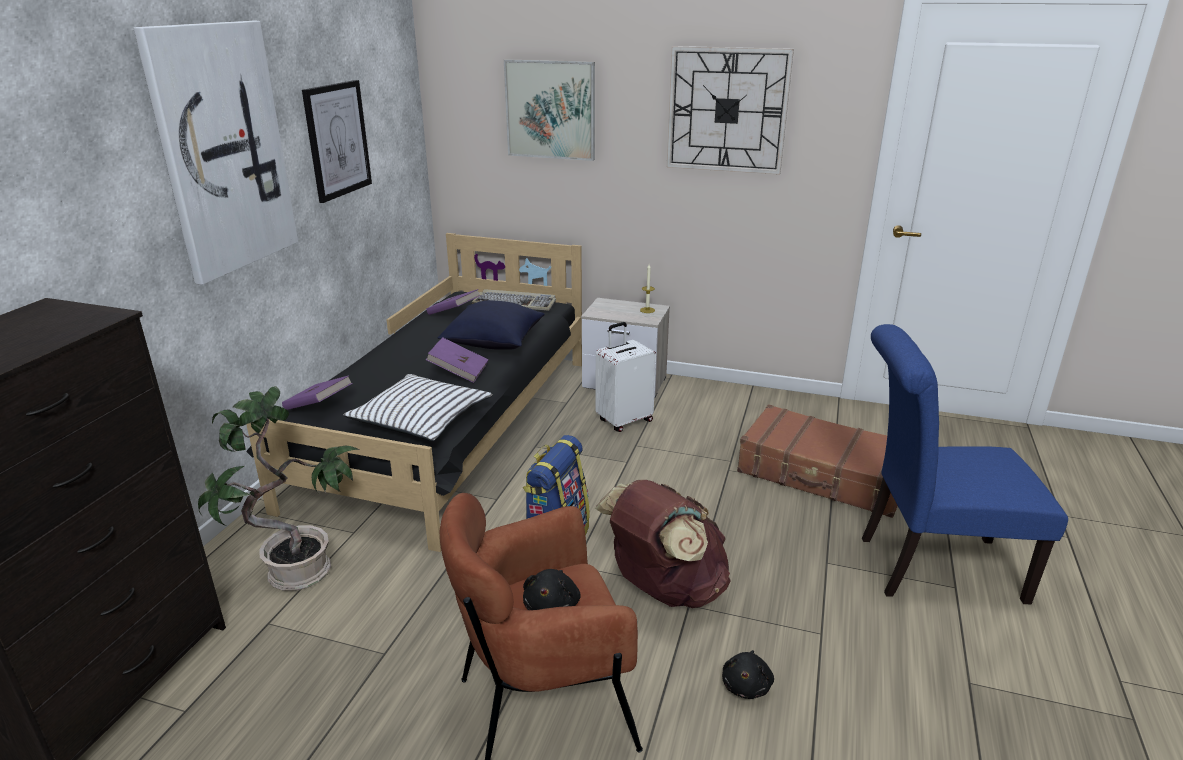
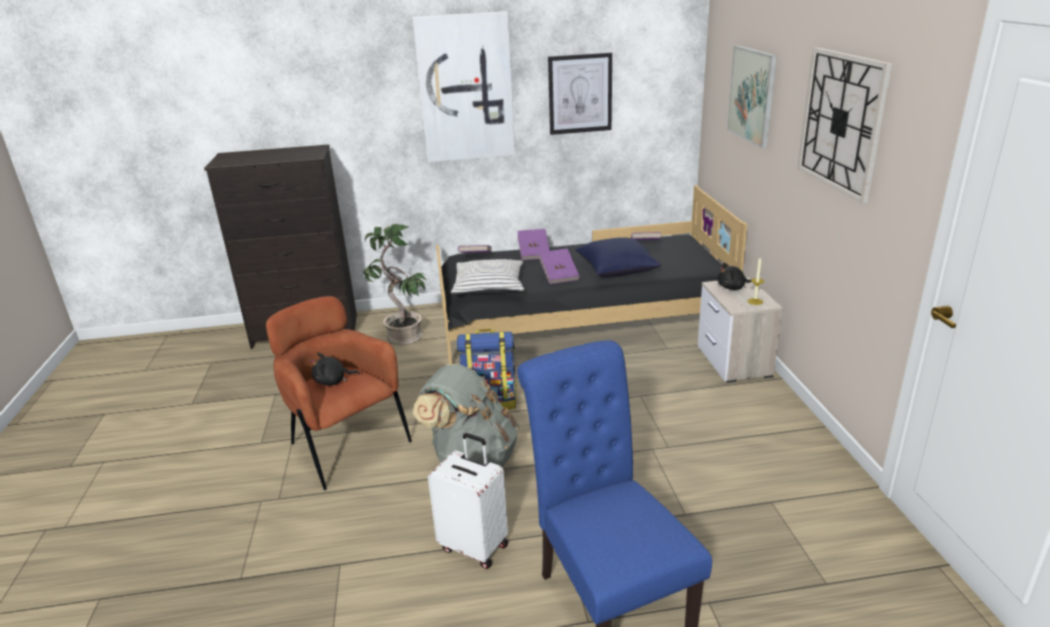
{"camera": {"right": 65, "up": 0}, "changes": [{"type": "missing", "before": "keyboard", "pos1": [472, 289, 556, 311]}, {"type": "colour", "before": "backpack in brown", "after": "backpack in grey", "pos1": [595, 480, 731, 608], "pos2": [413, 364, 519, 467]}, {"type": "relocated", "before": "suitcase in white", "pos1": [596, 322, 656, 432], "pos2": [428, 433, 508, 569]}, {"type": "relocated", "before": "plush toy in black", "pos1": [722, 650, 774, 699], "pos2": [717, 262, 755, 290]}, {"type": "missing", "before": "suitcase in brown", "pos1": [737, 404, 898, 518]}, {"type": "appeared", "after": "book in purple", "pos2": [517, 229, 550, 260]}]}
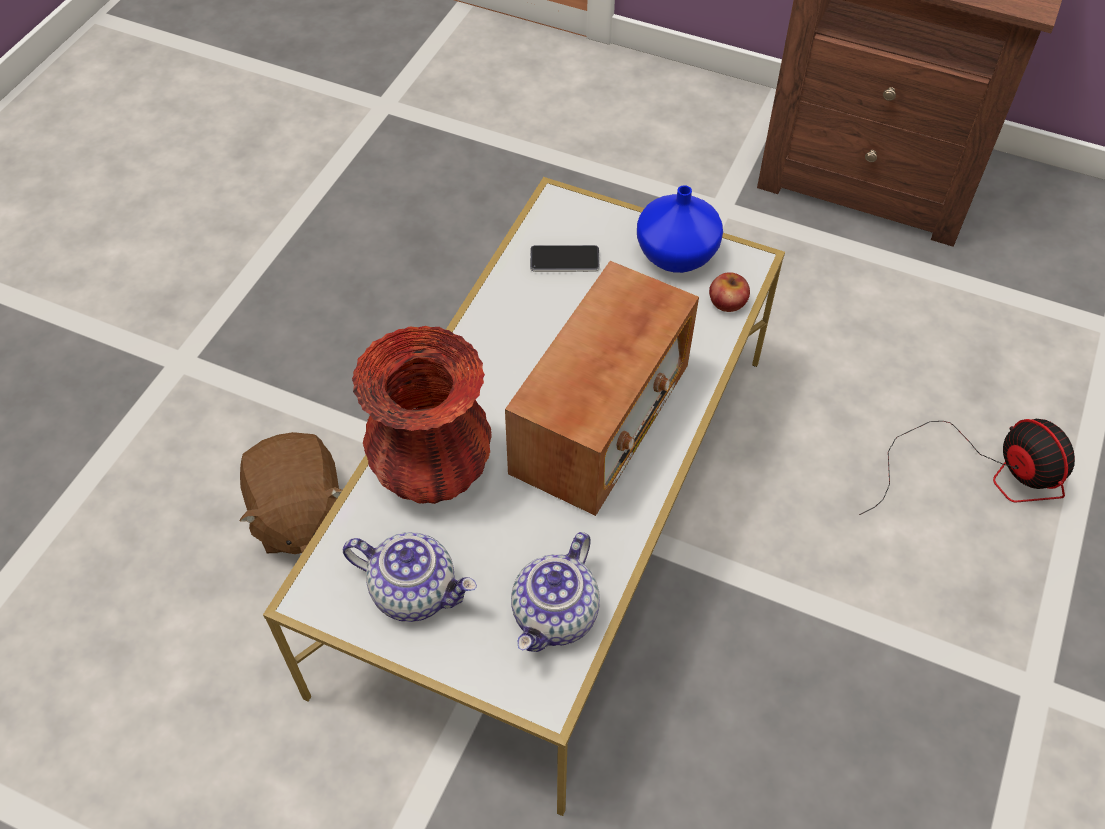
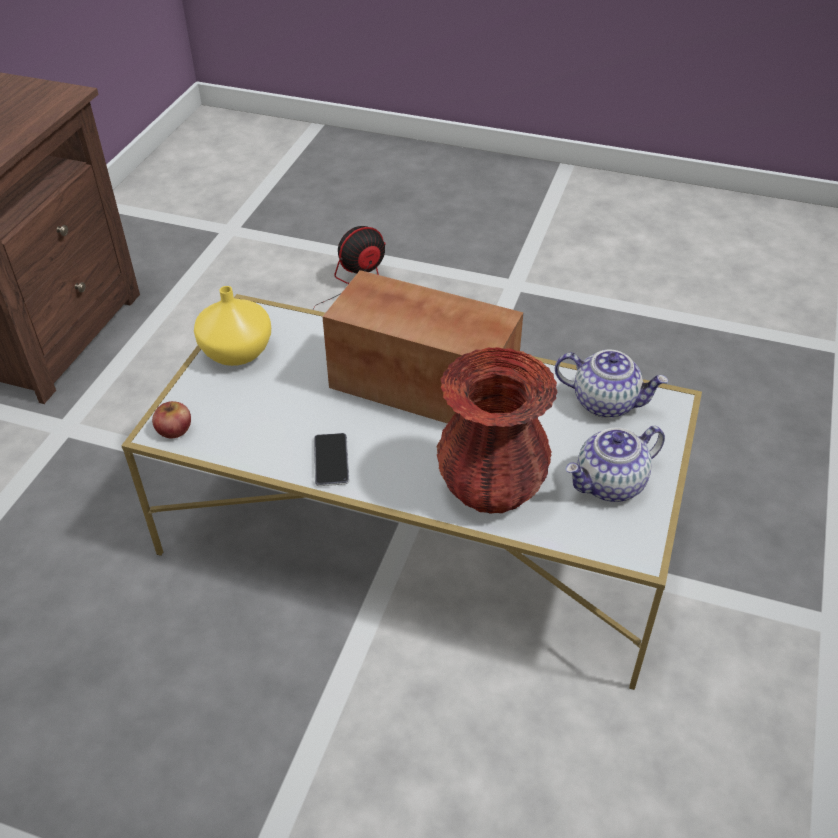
{"camera": {"right": -95, "up": -10}, "changes": [{"type": "missing", "before": "plush toy in brown", "pos1": [239, 432, 342, 554]}, {"type": "spun", "before": "teapot", "pos1": [343, 532, 477, 622], "pos2": [565, 426, 665, 502], "turn": -135}, {"type": "relocated", "before": "phone", "pos1": [530, 245, 600, 272], "pos2": [314, 433, 349, 486]}, {"type": "colour", "before": "vase in blue", "after": "vase in yellow", "pos1": [637, 185, 723, 273], "pos2": [194, 286, 271, 366]}, {"type": "relocated", "before": "apple", "pos1": [709, 272, 750, 312], "pos2": [152, 401, 191, 438]}]}
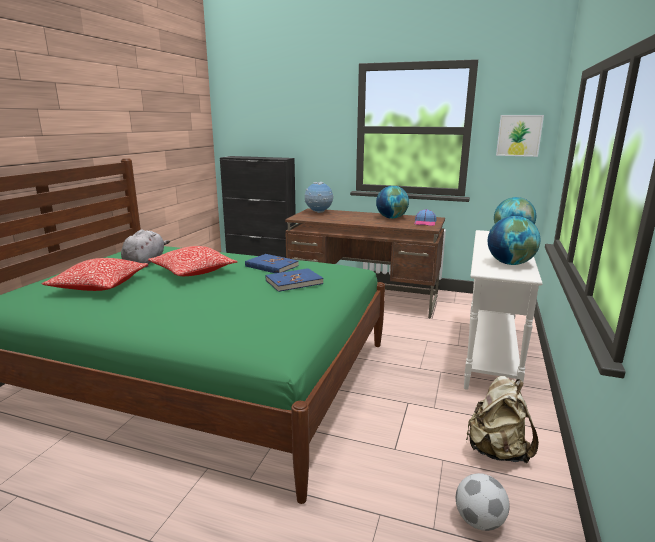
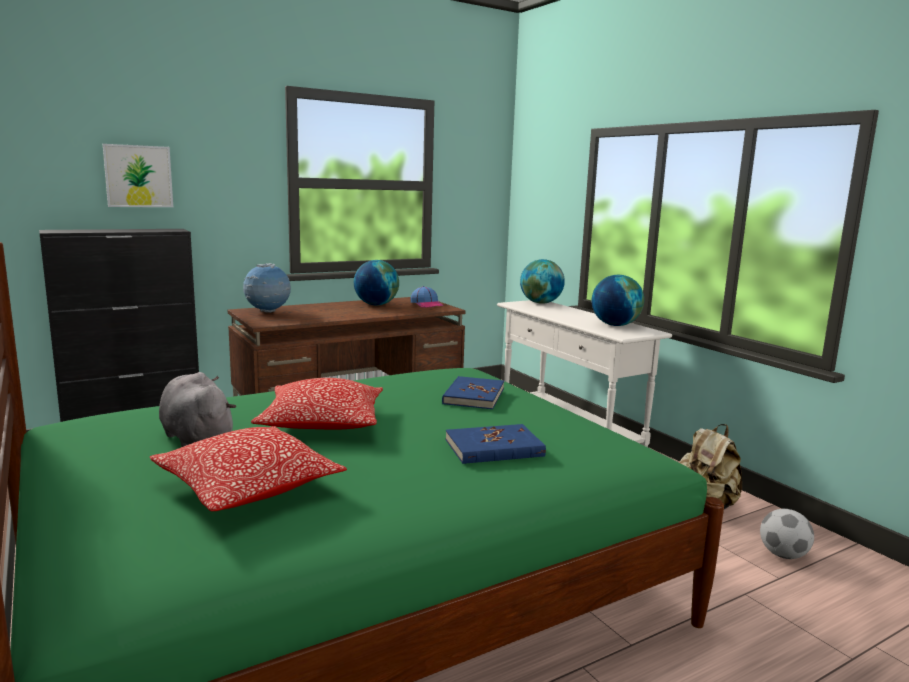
{"camera": {"right": -50, "up": -5}, "changes": [{"type": "relocated", "before": "book in blue", "pos1": [245, 254, 299, 273], "pos2": [446, 424, 546, 464]}, {"type": "relocated", "before": "picture", "pos1": [496, 115, 544, 157], "pos2": [103, 144, 173, 207]}]}
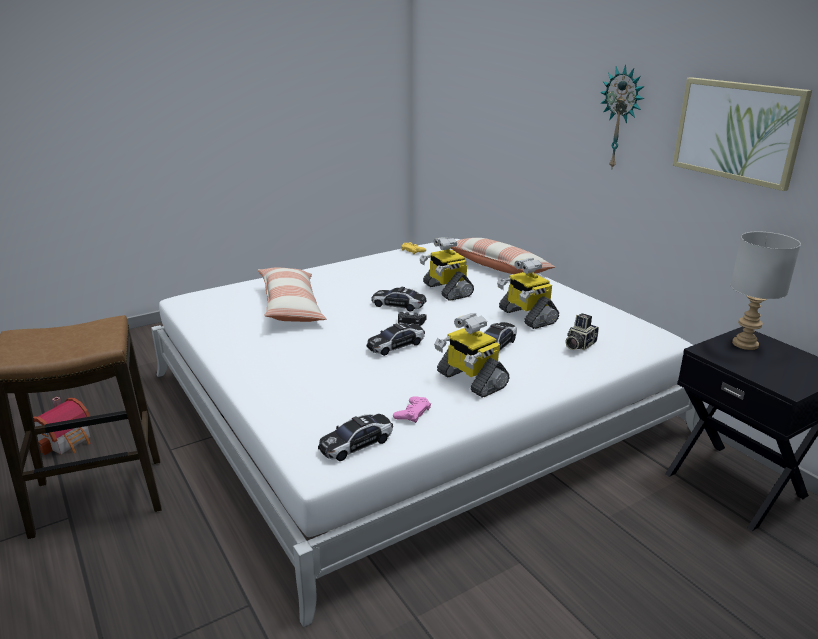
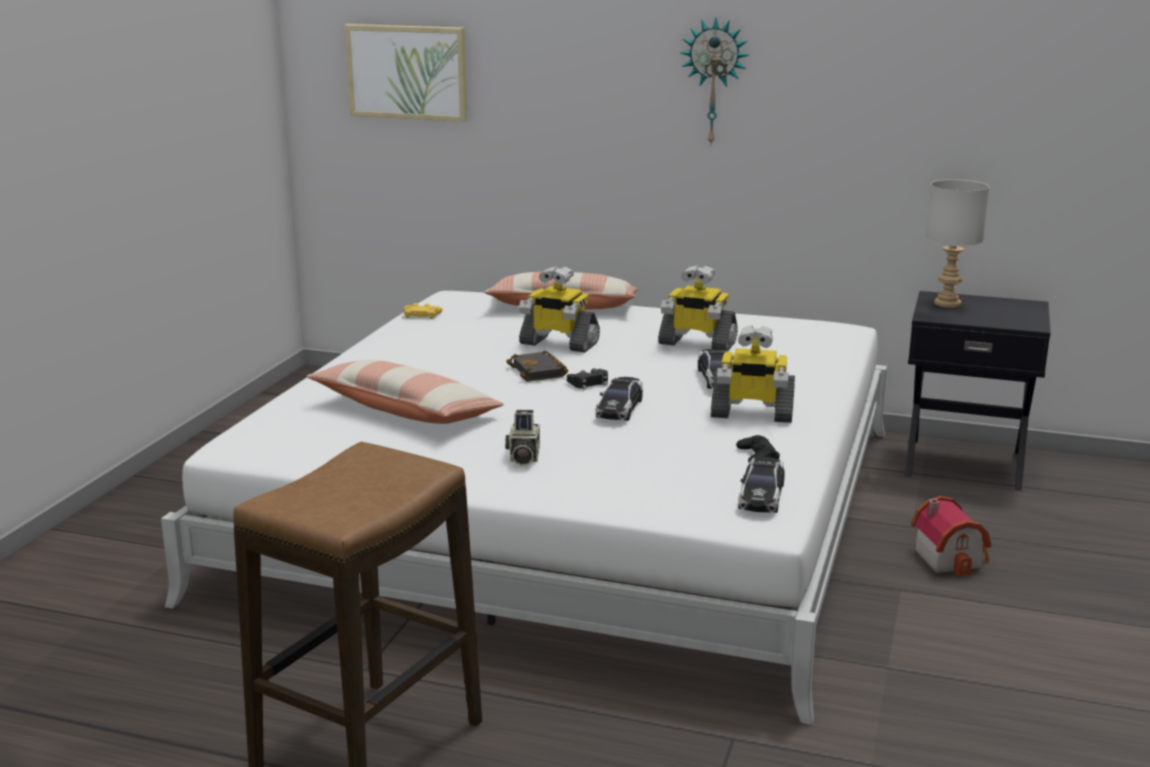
{"camera": {"right": -40, "up": -5}, "changes": [{"type": "relocated", "before": "toy house", "pos1": [33, 397, 91, 455], "pos2": [911, 496, 991, 577]}, {"type": "exchanged", "before": "toy car", "after": "book in black", "pos1": [371, 286, 427, 312], "pos2": [506, 350, 568, 382]}, {"type": "colour", "before": "game controller in pink", "after": "game controller in black", "pos1": [393, 396, 431, 423], "pos2": [736, 435, 780, 462]}, {"type": "relocated", "before": "photo camera", "pos1": [565, 313, 599, 350], "pos2": [505, 410, 540, 466]}, {"type": "relocated", "before": "picture", "pos1": [672, 77, 812, 191], "pos2": [345, 24, 467, 122]}]}
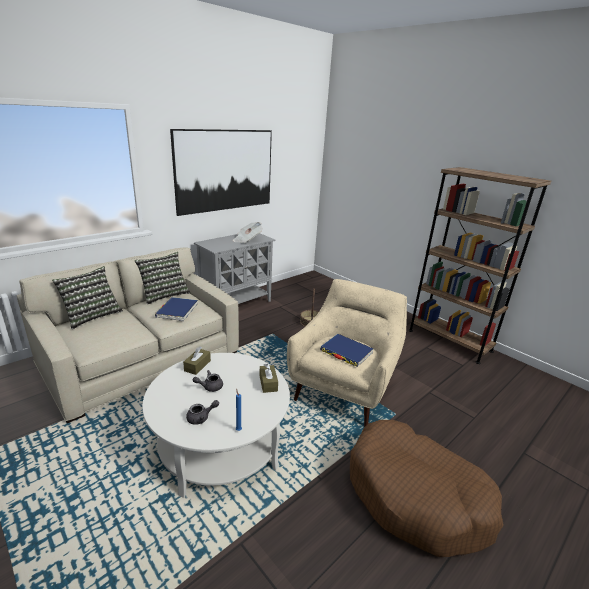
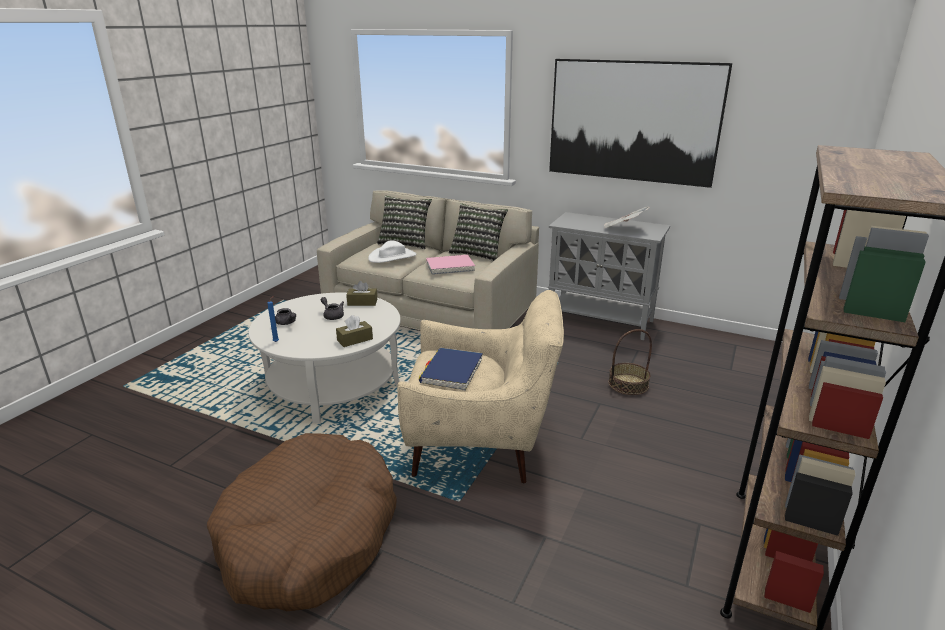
{"camera": {"right": 70, "up": 0}, "changes": [{"type": "colour", "before": "book in blue", "after": "book in pink", "pos1": [155, 297, 198, 321], "pos2": [426, 255, 475, 275]}, {"type": "appeared", "after": "hat in white", "pos2": [368, 240, 417, 263]}]}
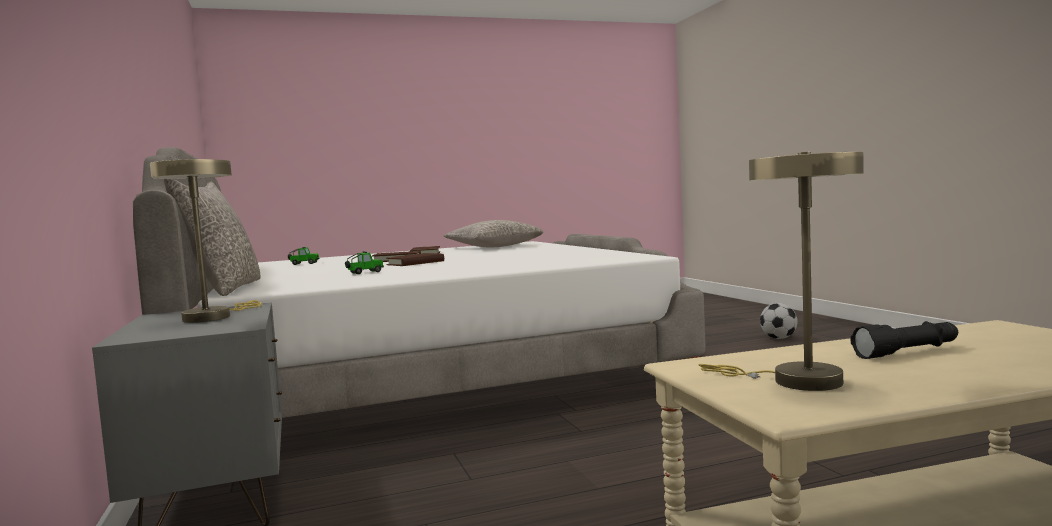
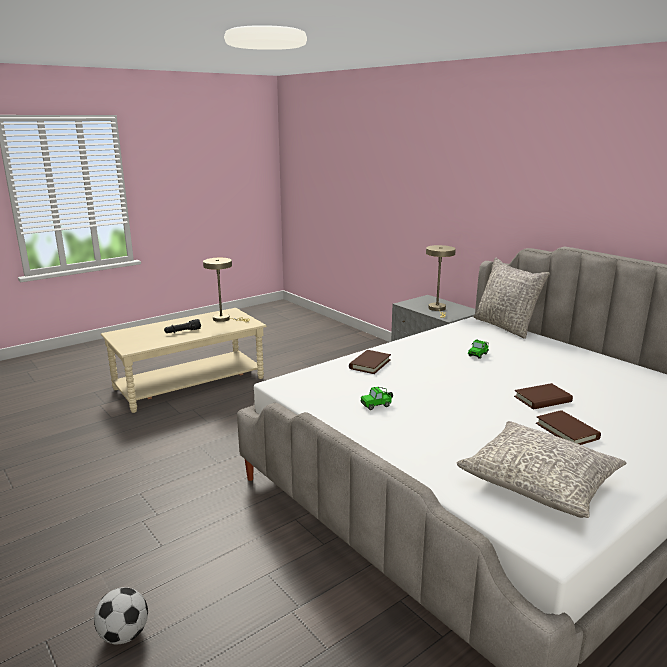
{"camera": {"right": 160, "up": 15}, "changes": [{"type": "relocated", "before": "toy car", "pos1": [288, 247, 320, 265], "pos2": [360, 387, 393, 410]}, {"type": "relocated", "before": "book in brown", "pos1": [386, 253, 444, 266], "pos2": [349, 350, 391, 374]}]}
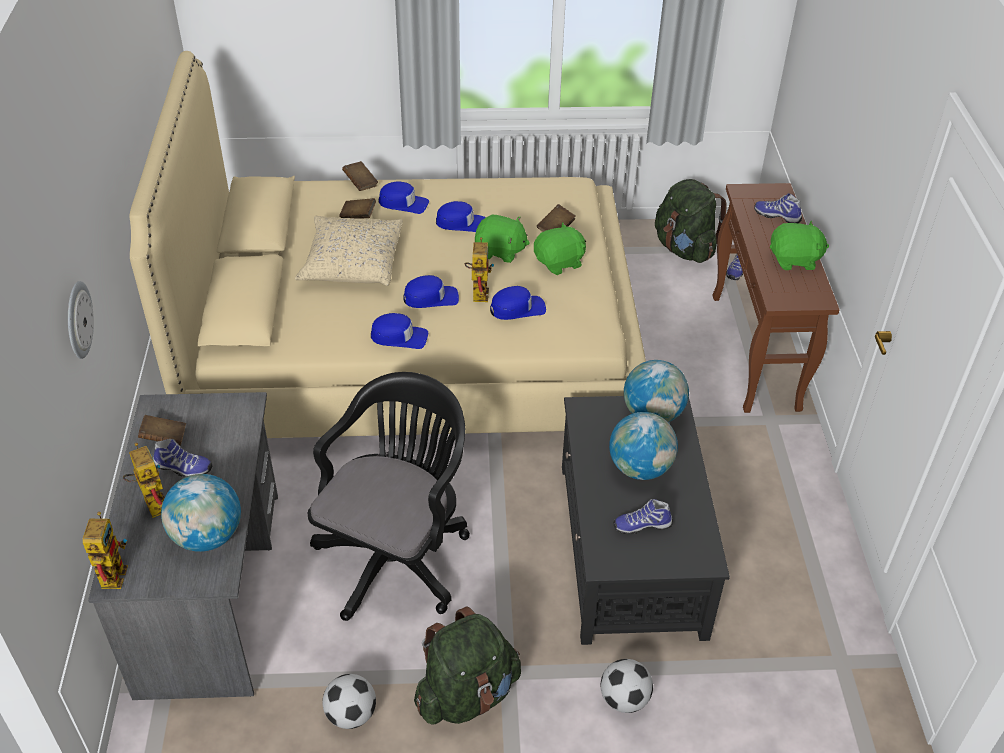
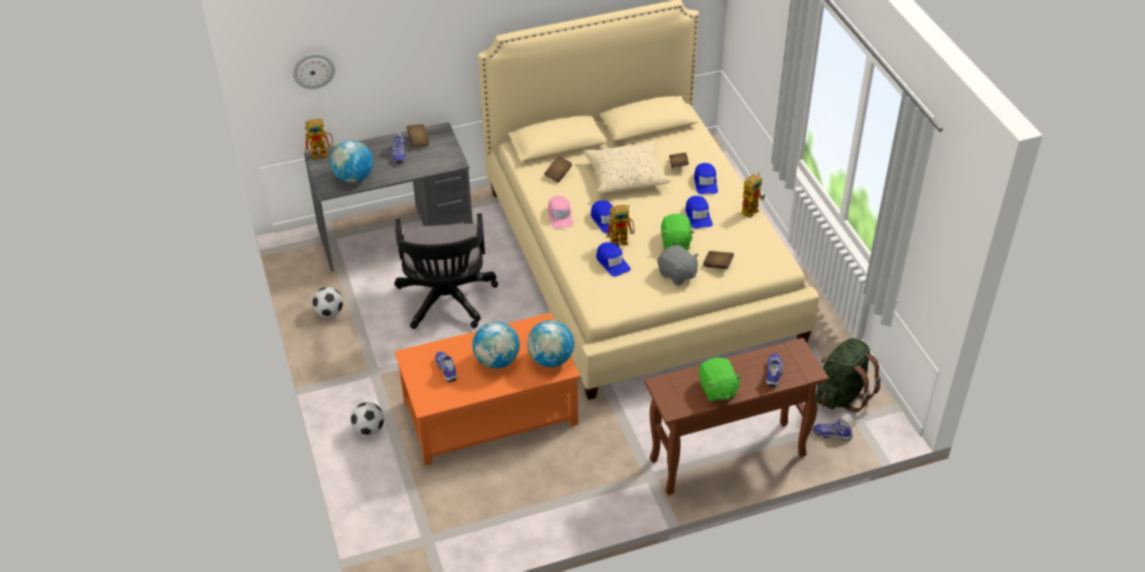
{"camera": {"right": 75, "up": 0}, "changes": [{"type": "relocated", "before": "wall clock", "pos1": [68, 281, 94, 359], "pos2": [293, 53, 335, 89]}, {"type": "relocated", "before": "toy robot", "pos1": [123, 443, 165, 518], "pos2": [741, 173, 765, 218]}, {"type": "spun", "before": "office chair in black", "pos1": [308, 372, 470, 621], "pos2": [394, 213, 498, 329], "turn": 75}, {"type": "relocated", "before": "book in brown", "pos1": [342, 161, 378, 191], "pos2": [544, 156, 572, 183]}, {"type": "colour", "before": "cap in blue", "after": "cap in pink", "pos1": [371, 313, 428, 349], "pos2": [548, 196, 573, 229]}, {"type": "missing", "before": "backpack in green", "pos1": [414, 607, 521, 724]}, {"type": "colour", "before": "plush toy in green", "after": "plush toy in grey", "pos1": [534, 222, 586, 275], "pos2": [657, 245, 699, 286]}, {"type": "colour", "before": "coffee table in black", "after": "coffee table in orange", "pos1": [562, 396, 730, 645], "pos2": [395, 313, 580, 466]}]}
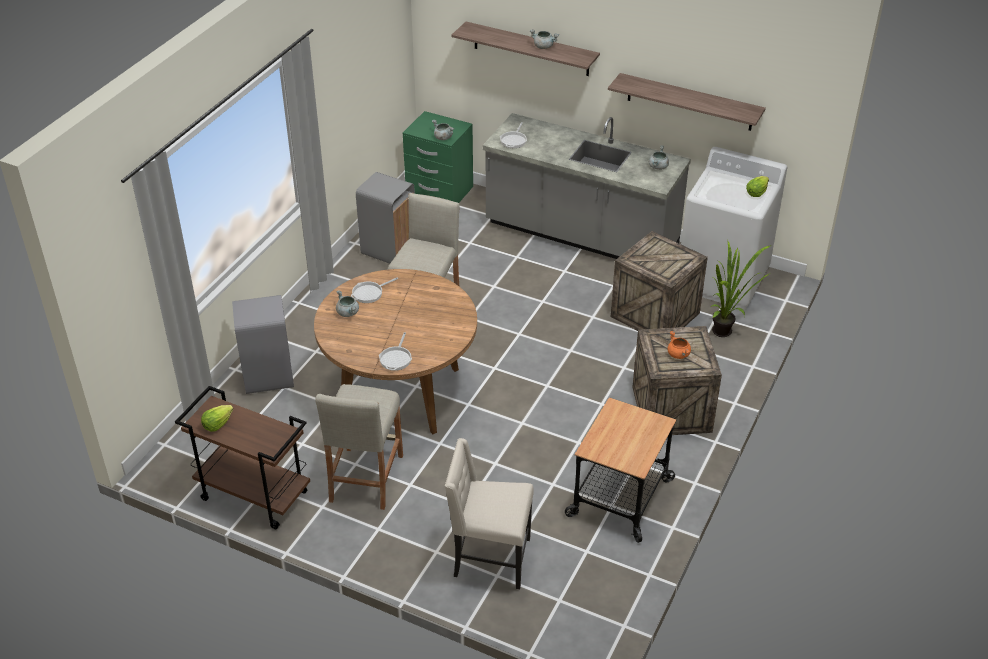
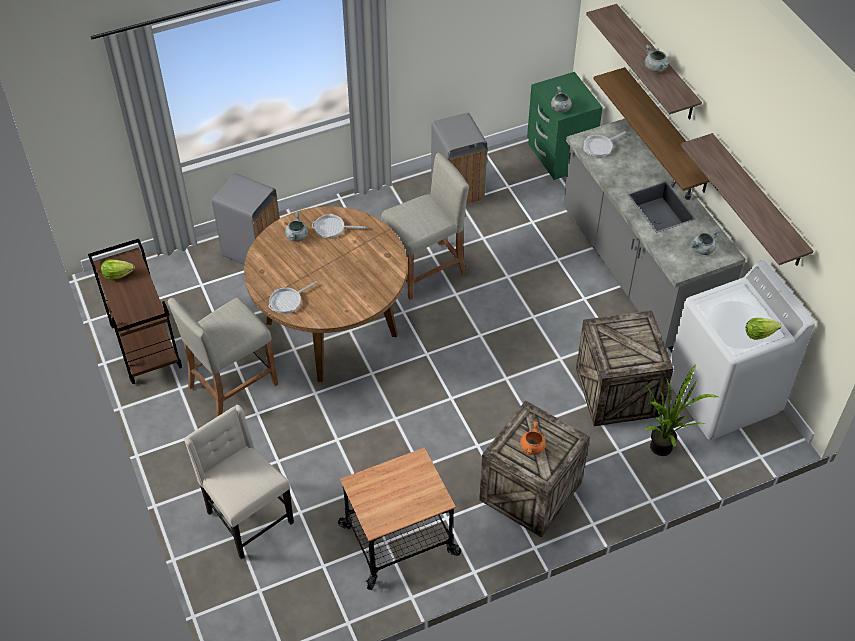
{"camera": {"right": 40, "up": 10}, "changes": [{"type": "appeared", "after": "shelf", "pos2": [594, 67, 710, 193]}]}
